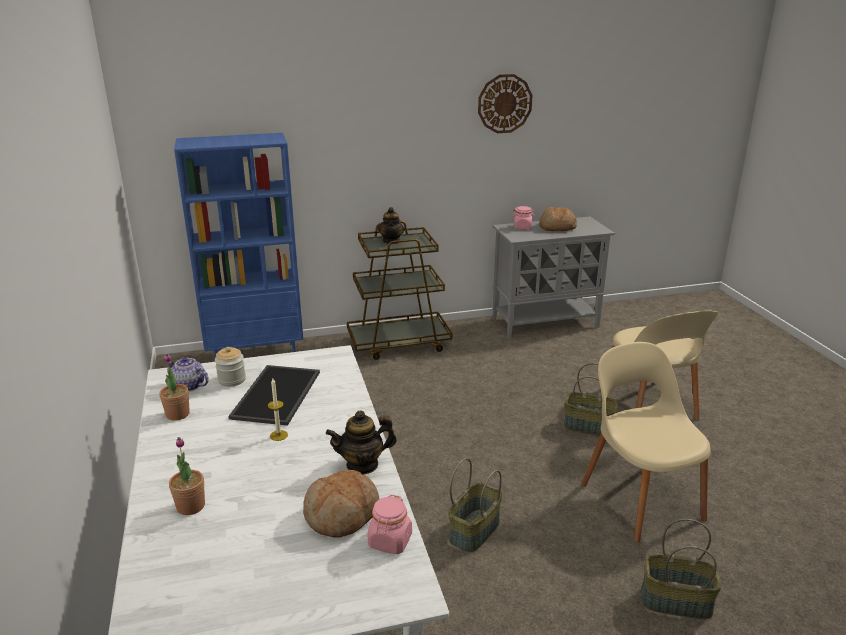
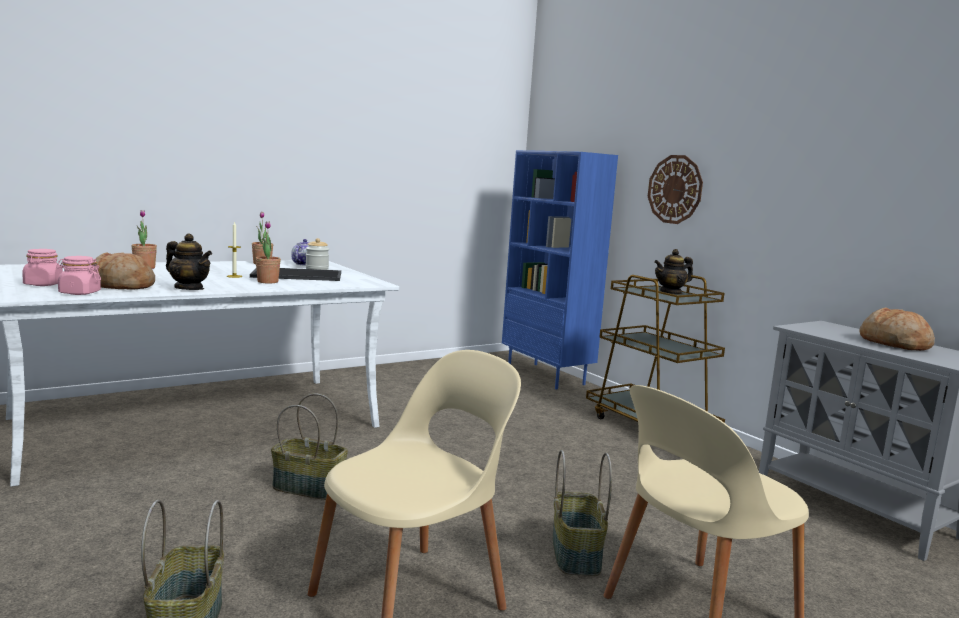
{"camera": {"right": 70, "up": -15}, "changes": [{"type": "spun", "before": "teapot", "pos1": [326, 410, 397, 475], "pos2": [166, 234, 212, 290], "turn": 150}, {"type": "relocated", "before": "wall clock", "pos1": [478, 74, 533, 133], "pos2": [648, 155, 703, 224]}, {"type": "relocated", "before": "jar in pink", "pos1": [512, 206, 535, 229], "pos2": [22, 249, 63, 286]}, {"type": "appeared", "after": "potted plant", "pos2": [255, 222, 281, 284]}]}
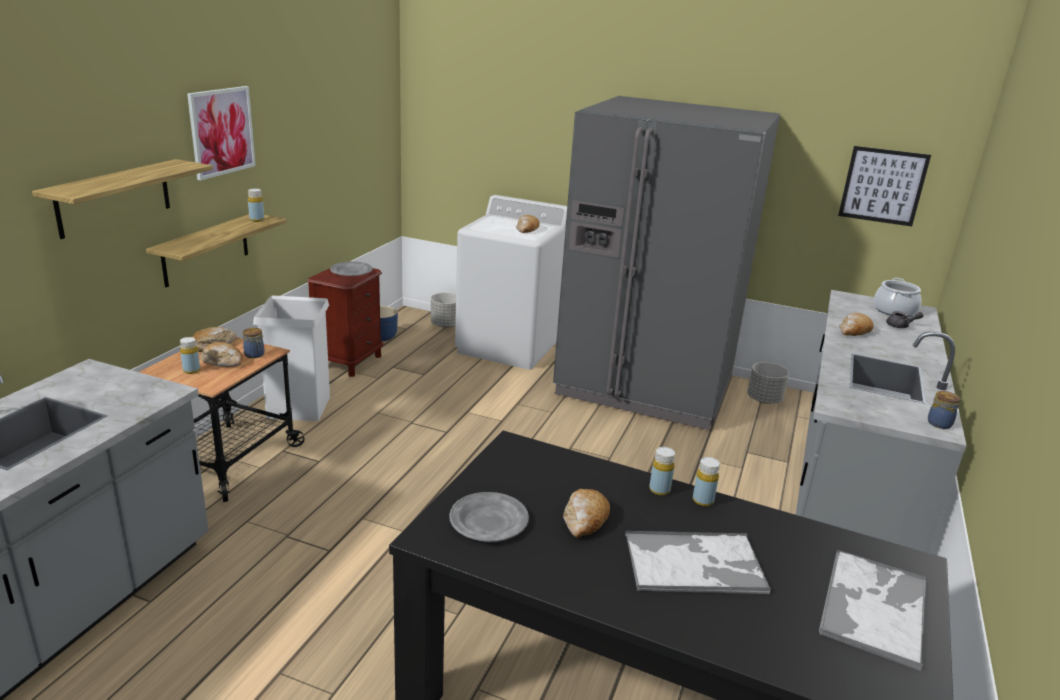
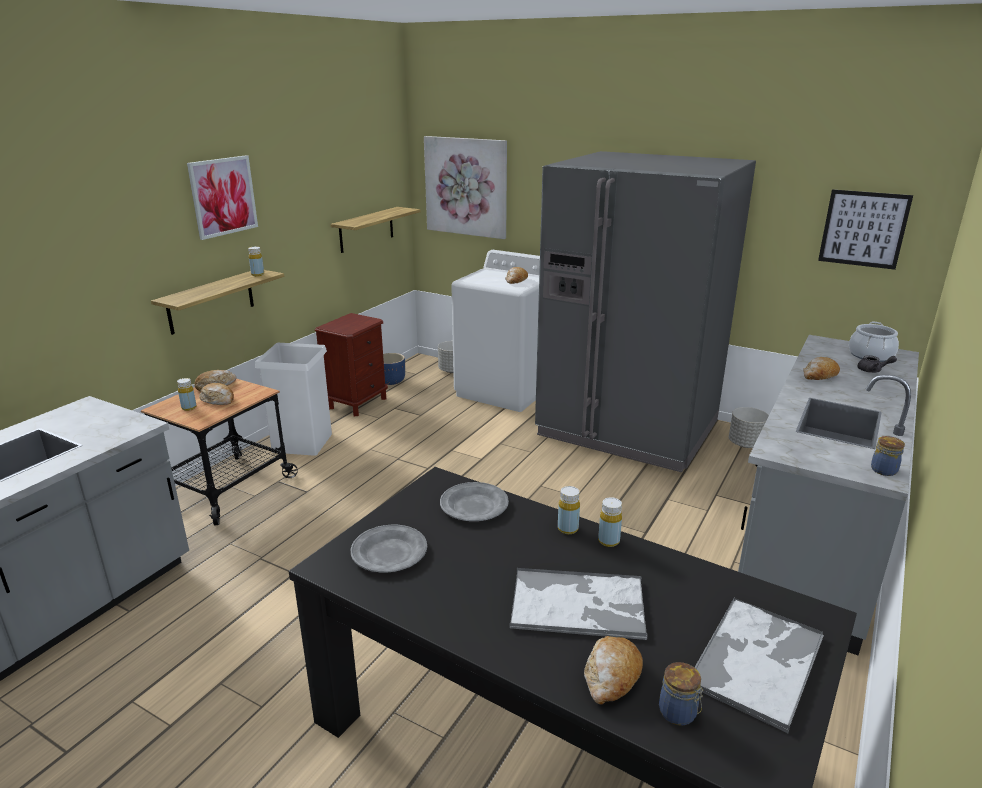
{"camera": {"right": 10, "up": 0}, "changes": [{"type": "relocated", "before": "shelf", "pos1": [32, 159, 213, 239], "pos2": [331, 207, 421, 253]}, {"type": "relocated", "before": "jar", "pos1": [243, 328, 264, 358], "pos2": [659, 662, 703, 726]}, {"type": "relocated", "before": "plate in grey", "pos1": [330, 261, 373, 276], "pos2": [440, 482, 509, 521]}, {"type": "relocated", "before": "bread", "pos1": [563, 489, 610, 538], "pos2": [584, 636, 643, 705]}, {"type": "appeared", "after": "picture", "pos2": [424, 136, 507, 239]}]}
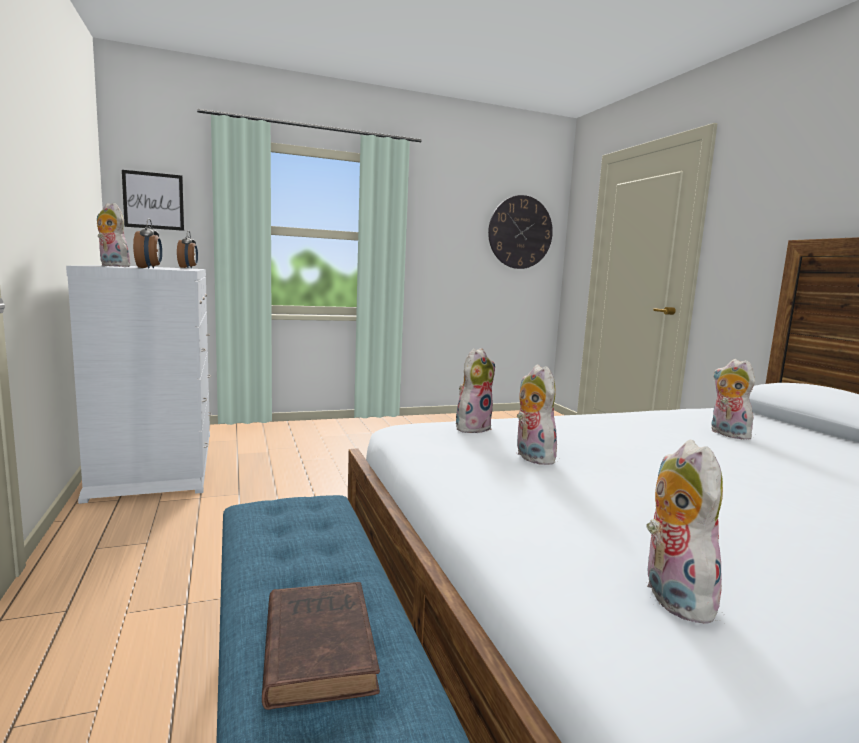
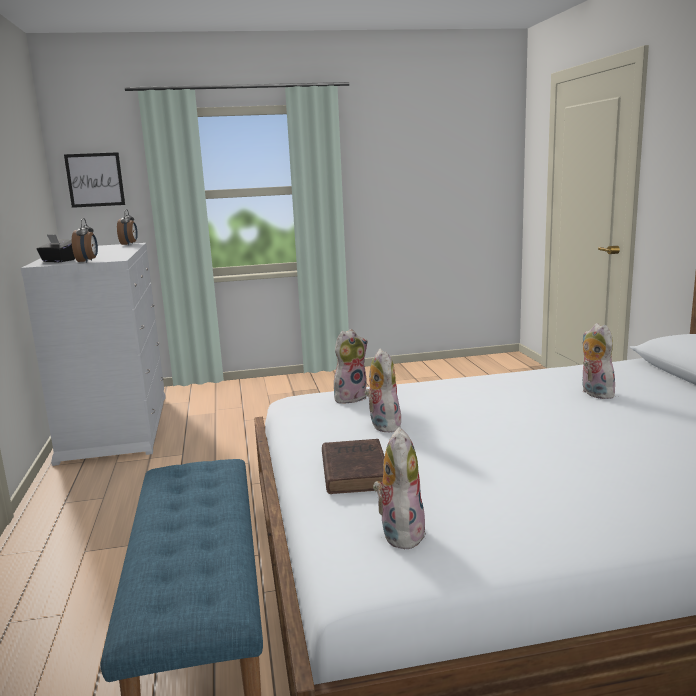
{"camera": {"right": 10, "up": 5}, "changes": [{"type": "exchanged", "before": "plush toy", "after": "tissue box in black", "pos1": [97, 203, 130, 267], "pos2": [36, 234, 75, 262]}, {"type": "relocated", "before": "book in brown", "pos1": [262, 582, 380, 710], "pos2": [322, 439, 385, 494]}, {"type": "missing", "before": "wall clock", "pos1": [488, 195, 553, 269]}]}
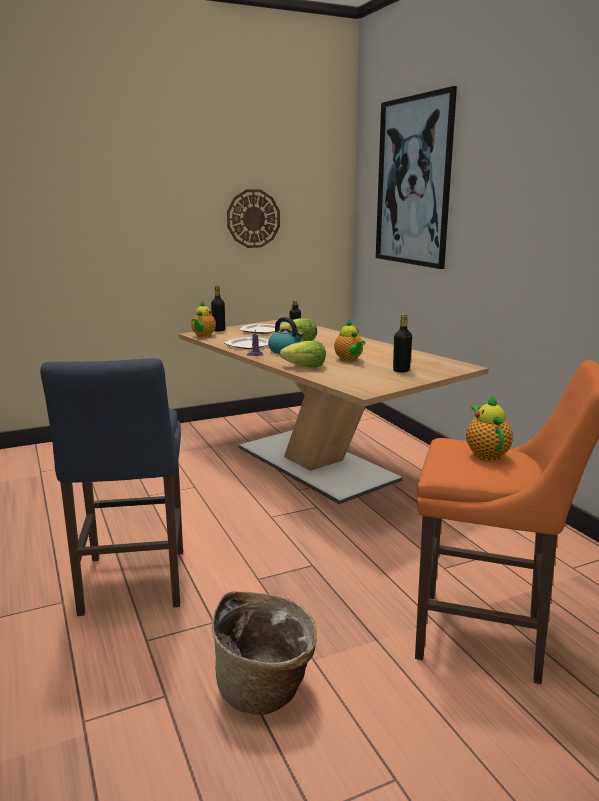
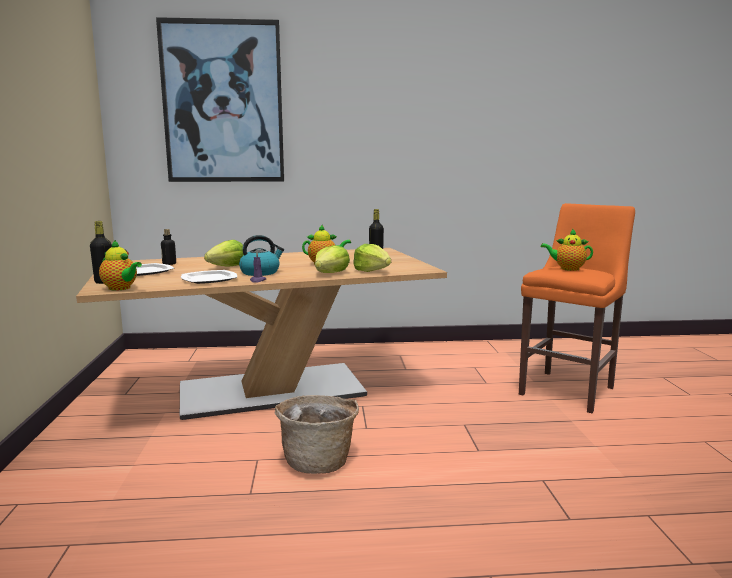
{"camera": {"right": -70, "up": -5}, "changes": [{"type": "missing", "before": "stool in blue", "pos1": [40, 358, 183, 616]}, {"type": "relocated", "before": "basket", "pos1": [212, 591, 317, 715], "pos2": [275, 395, 359, 474]}, {"type": "missing", "before": "wall clock", "pos1": [227, 189, 280, 248]}, {"type": "appeared", "after": "lettuce", "pos2": [353, 244, 391, 272]}]}
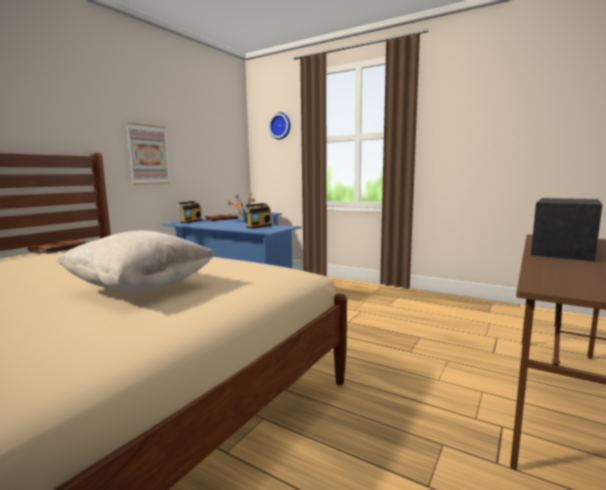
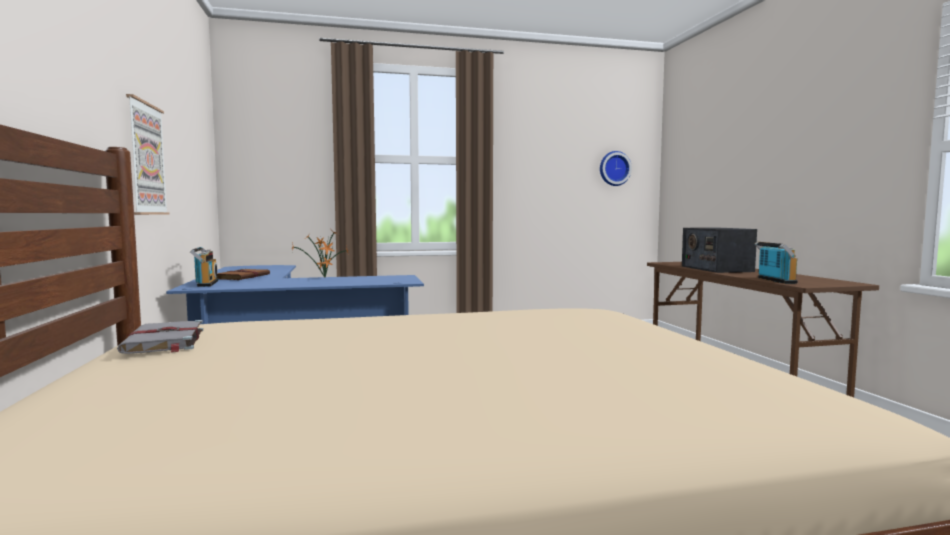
{"camera": {"right": -45, "up": -5}, "changes": [{"type": "colour", "before": "book in brown", "after": "book in grey", "pos1": [28, 240, 88, 254], "pos2": [117, 320, 203, 354]}, {"type": "missing", "before": "pillow in beige", "pos1": [56, 231, 216, 292]}, {"type": "relocated", "before": "radio", "pos1": [243, 203, 272, 229], "pos2": [755, 242, 798, 284]}, {"type": "relocated", "before": "wall clock", "pos1": [269, 112, 290, 140], "pos2": [600, 151, 632, 186]}]}
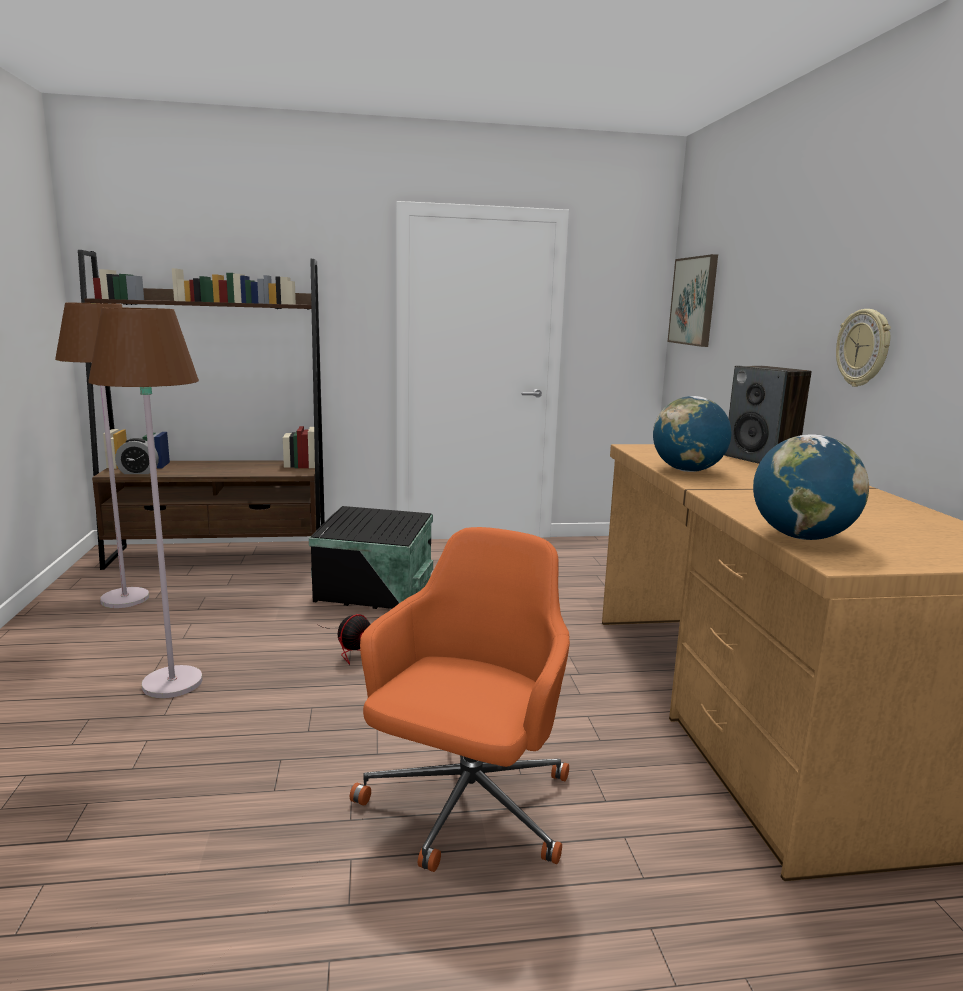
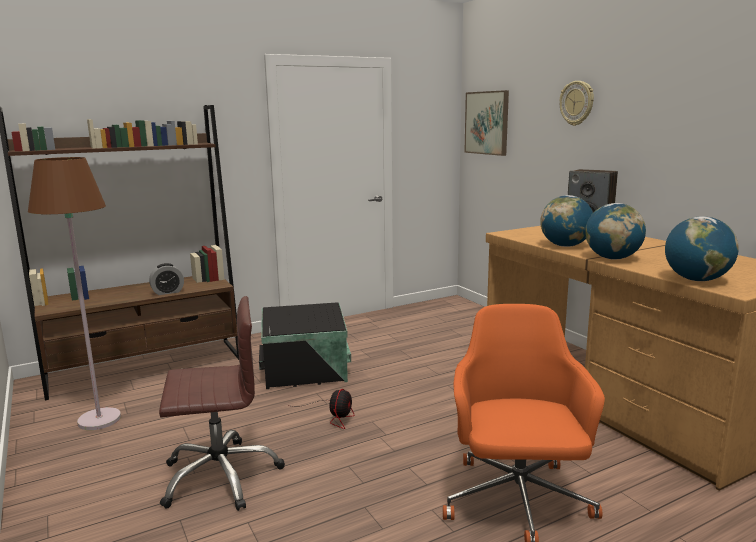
{"camera": {"right": -20, "up": 0}, "changes": [{"type": "exchanged", "before": "floor lamp in brown", "after": "office chair in brown", "pos1": [88, 307, 202, 698], "pos2": [159, 296, 285, 511]}, {"type": "relocated", "before": "alarm clock", "pos1": [115, 438, 159, 474], "pos2": [149, 263, 184, 295]}, {"type": "relocated", "before": "wall clock", "pos1": [836, 309, 891, 387], "pos2": [559, 81, 594, 126]}, {"type": "appeared", "after": "globe", "pos2": [585, 203, 646, 260]}]}
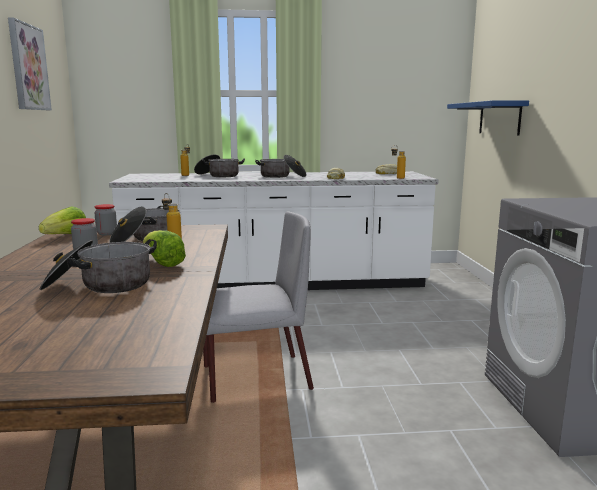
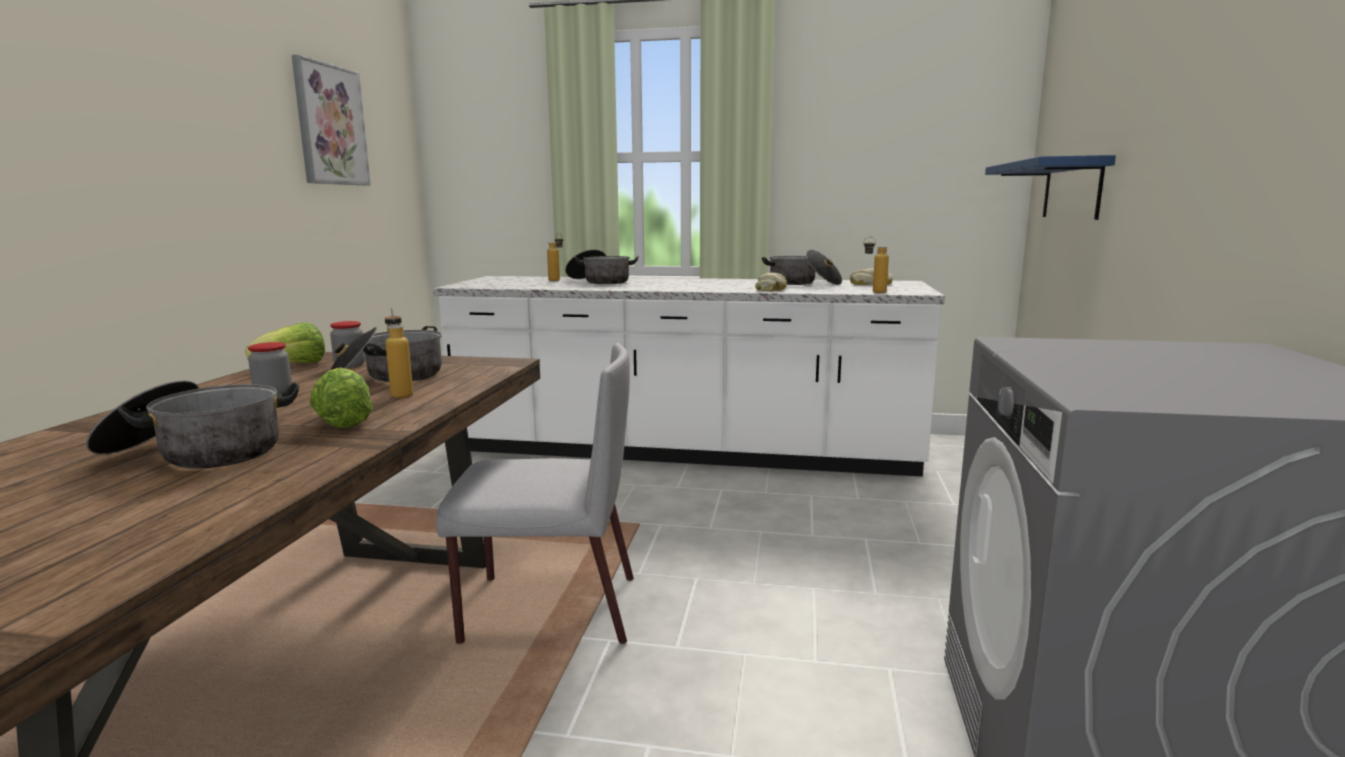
{"camera": {"right": 15, "up": 0}, "changes": [{"type": "relocated", "before": "cooking pot", "pos1": [255, 155, 307, 178], "pos2": [762, 250, 842, 285]}]}
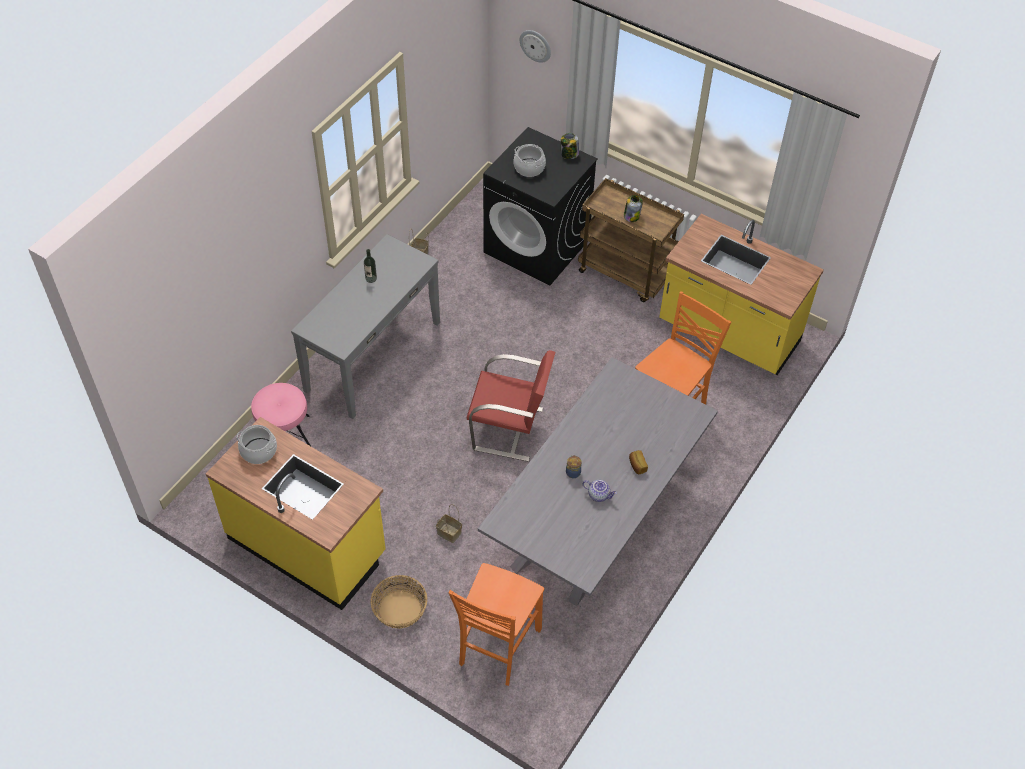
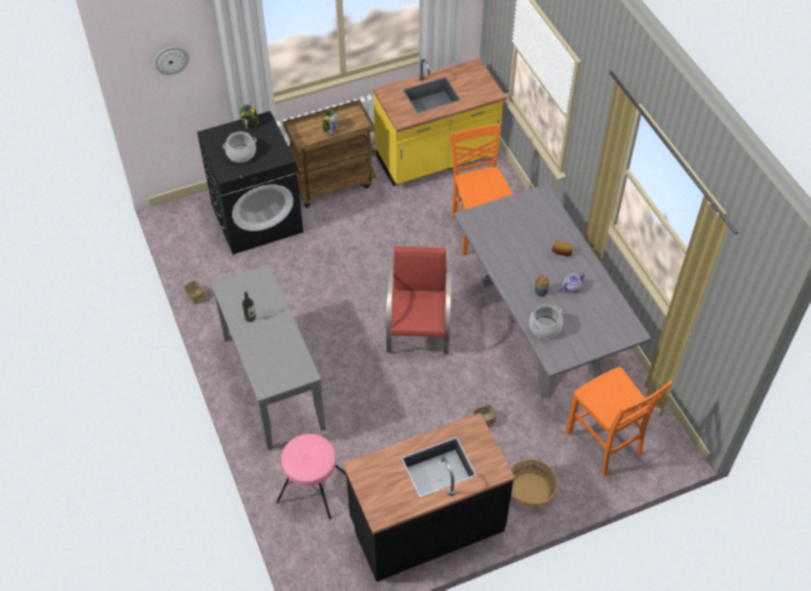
{"camera": {"right": -55, "up": 0}, "changes": [{"type": "colour", "before": "counter in yellow", "after": "counter in black", "pos1": [206, 417, 386, 610], "pos2": [343, 413, 515, 582]}, {"type": "relocated", "before": "cooking pot", "pos1": [236, 425, 277, 464], "pos2": [529, 304, 563, 339]}, {"type": "spun", "before": "chair in red", "pos1": [467, 350, 555, 462], "pos2": [386, 246, 451, 354], "turn": -45}]}
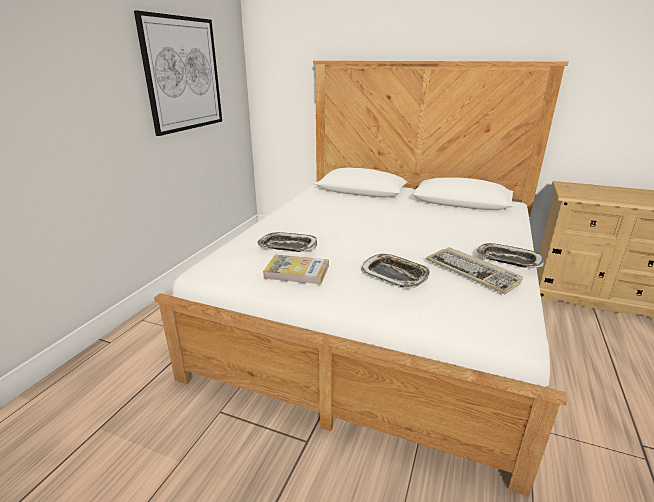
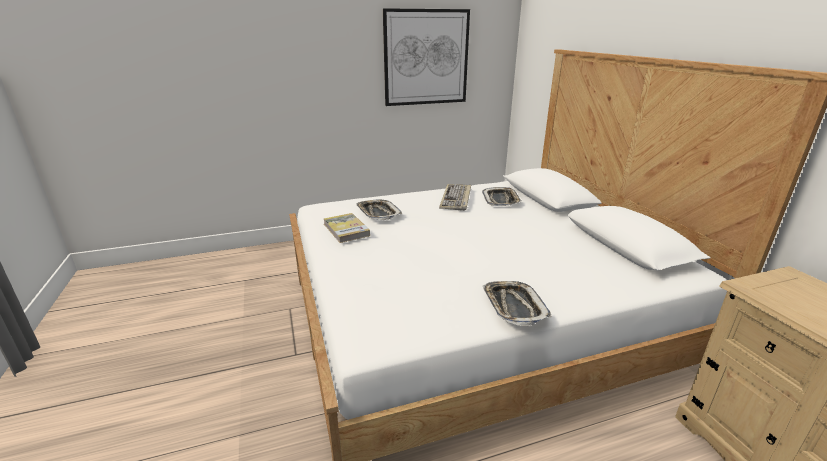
{"camera": {"right": 50, "up": 0}, "changes": [{"type": "relocated", "before": "tray", "pos1": [361, 254, 430, 288], "pos2": [482, 187, 521, 206]}, {"type": "relocated", "before": "keyboard", "pos1": [426, 247, 523, 294], "pos2": [439, 184, 471, 211]}]}
